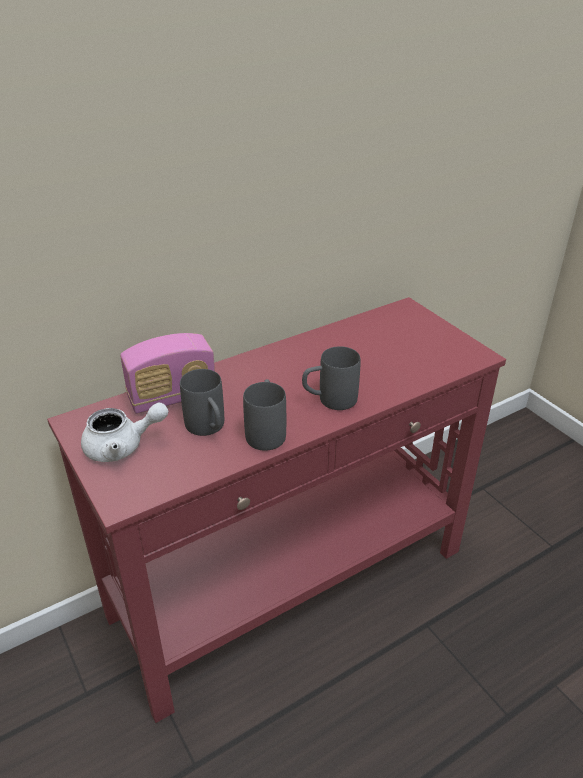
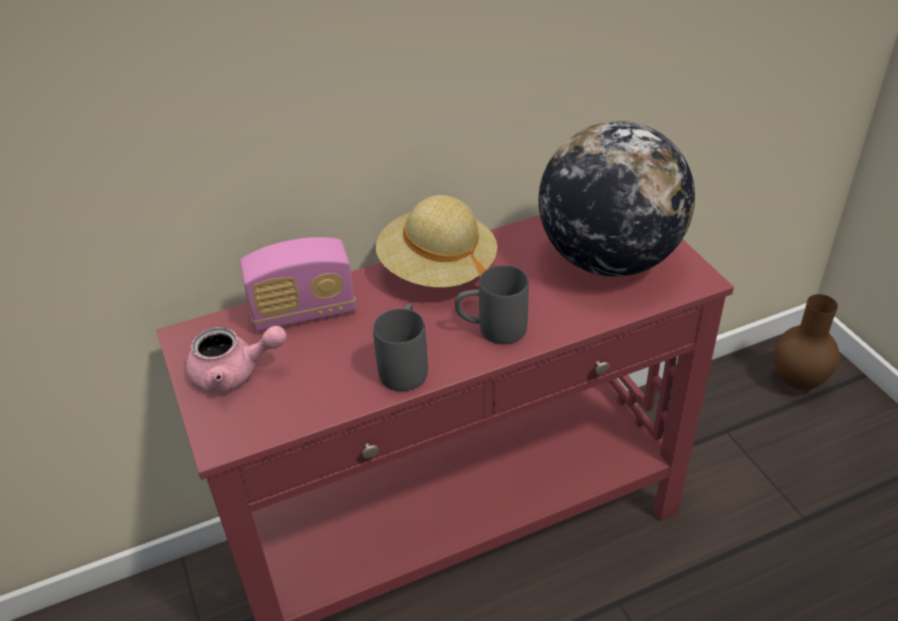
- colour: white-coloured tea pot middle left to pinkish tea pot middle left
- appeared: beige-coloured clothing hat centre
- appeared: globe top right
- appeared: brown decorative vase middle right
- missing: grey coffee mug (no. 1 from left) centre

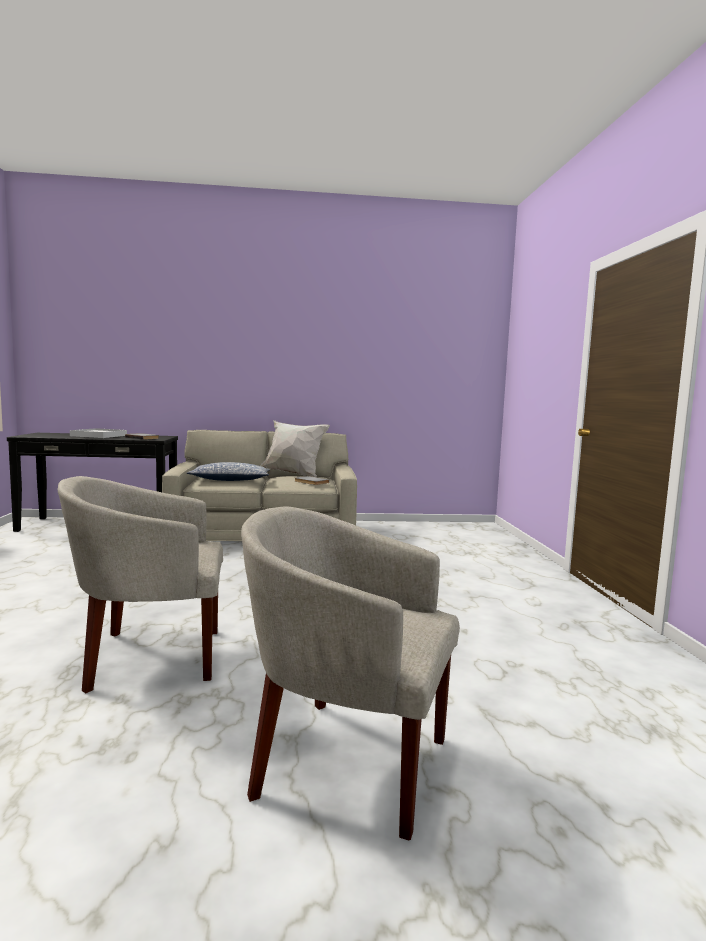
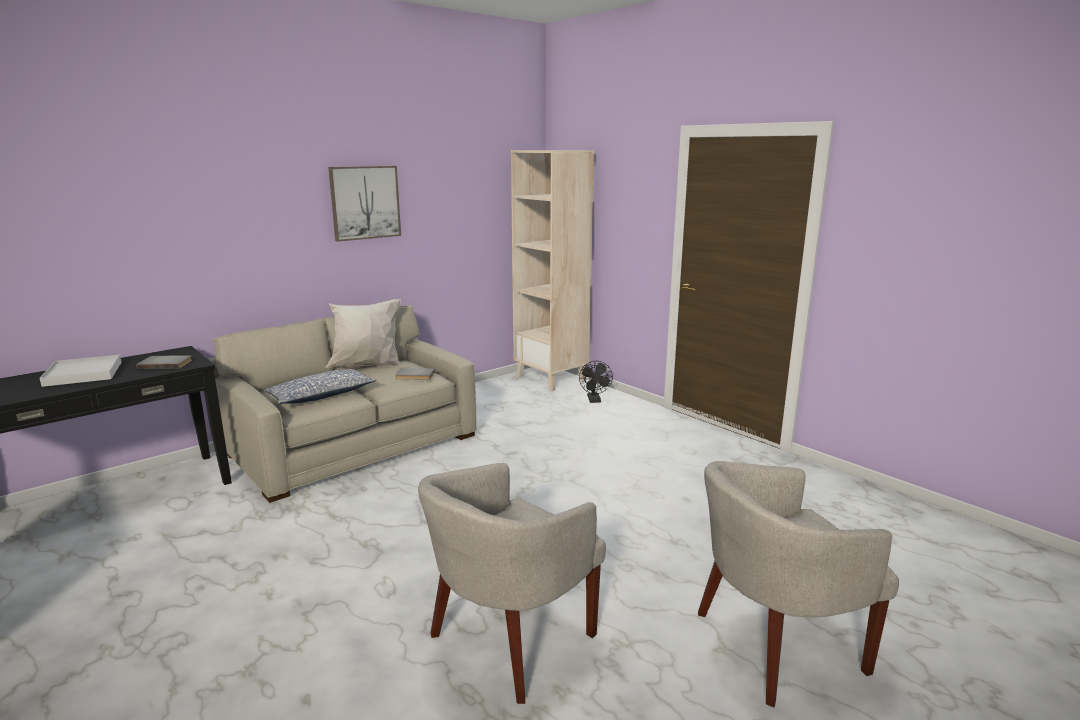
- appeared: picture top centre
- appeared: beige-coloured bookcase centre
- appeared: black cooling fan centre

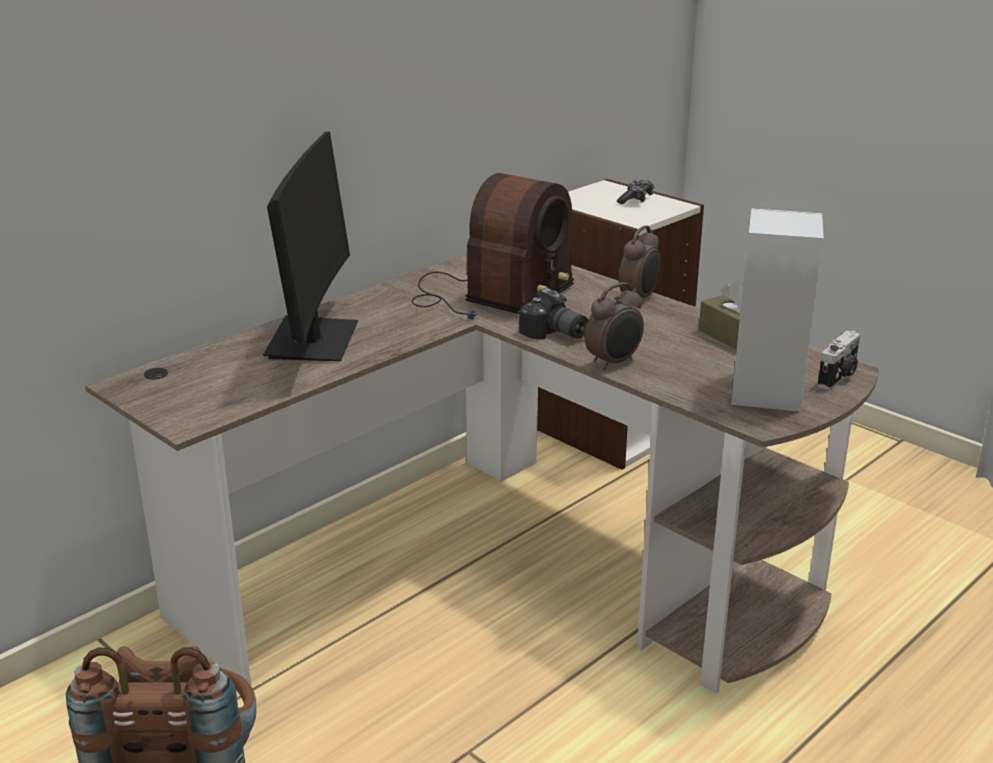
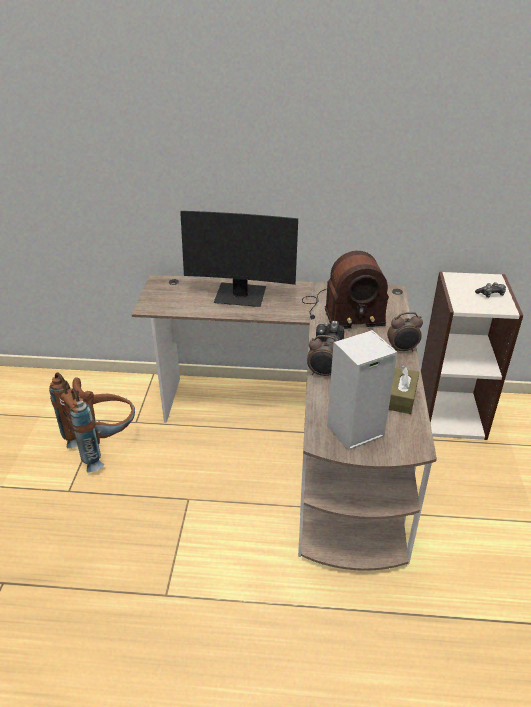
- spun: computer display top left = centre 45 degrees clockwise
- missing: photo camera (no. 2 from left) middle right

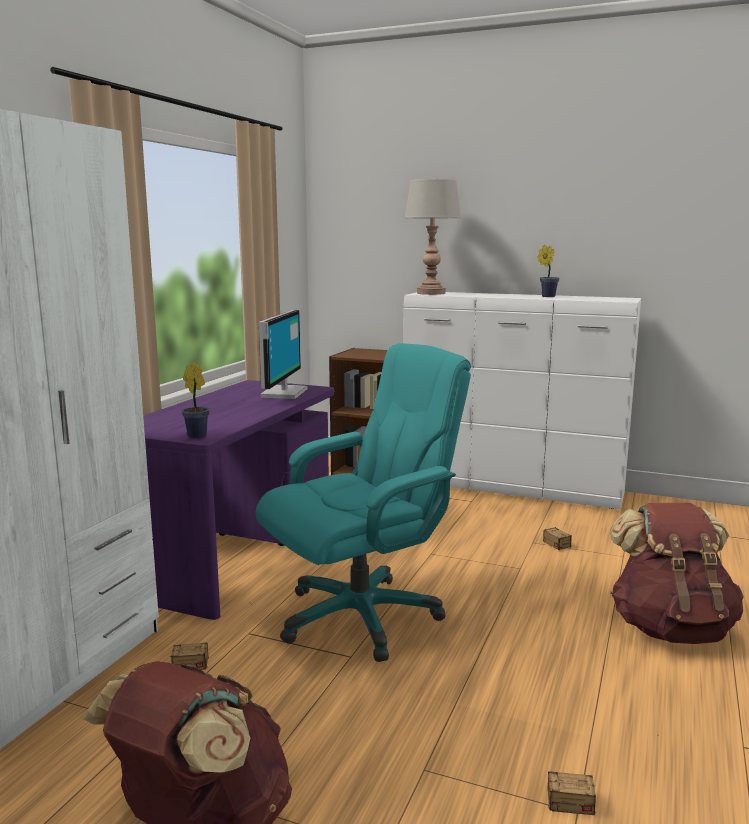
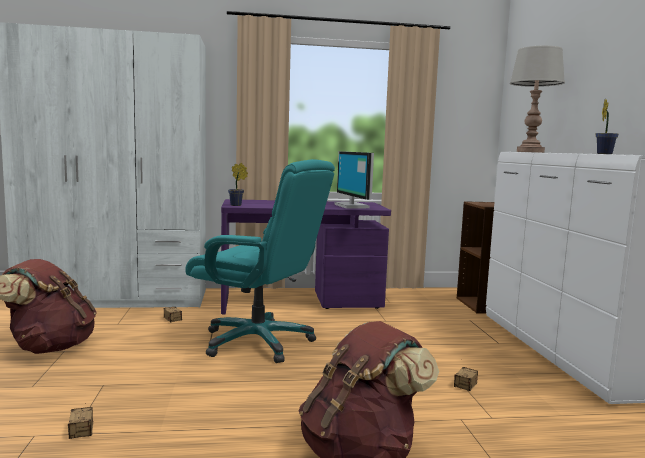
- spun: computer display centre = centre 90 degrees clockwise

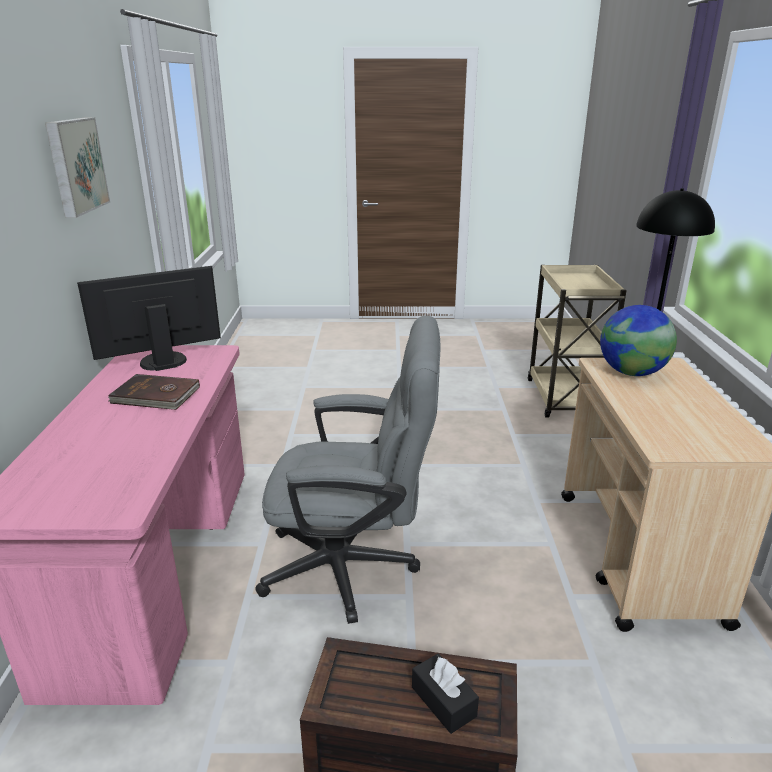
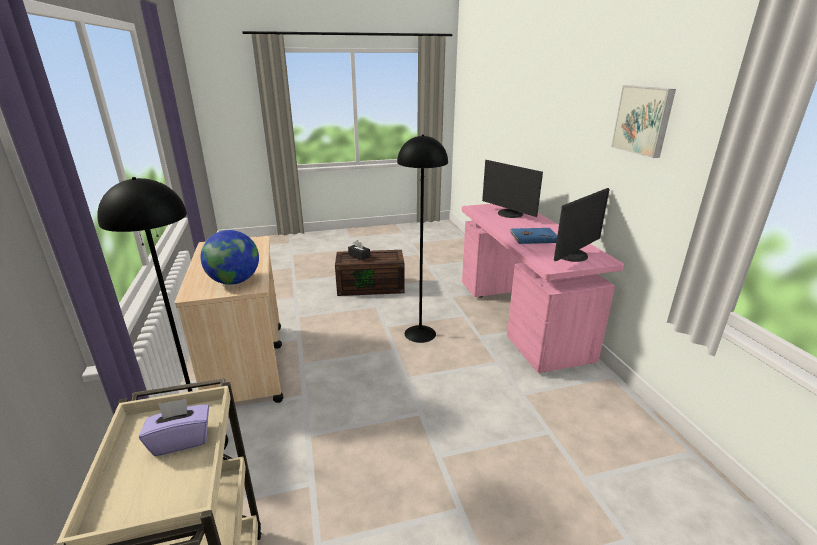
- appeared: purple tissue box bottom left
- exchanged: grey office chair centre to black standard lamp (no. 2 from left) centre
- appeared: computer display (no. 1 from left) centre
- colour: brown volume middle left to bluish volume centre

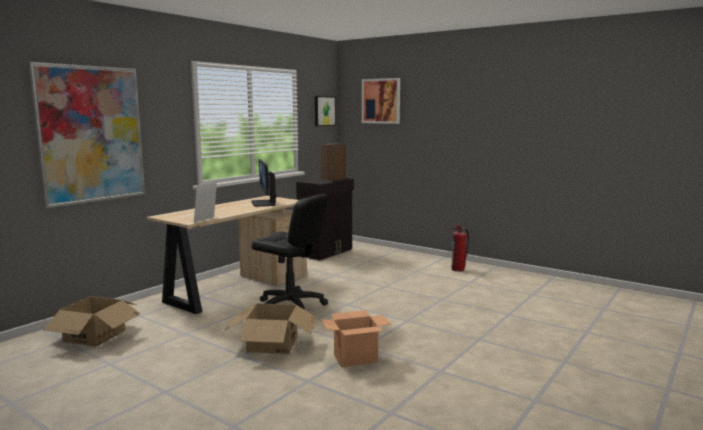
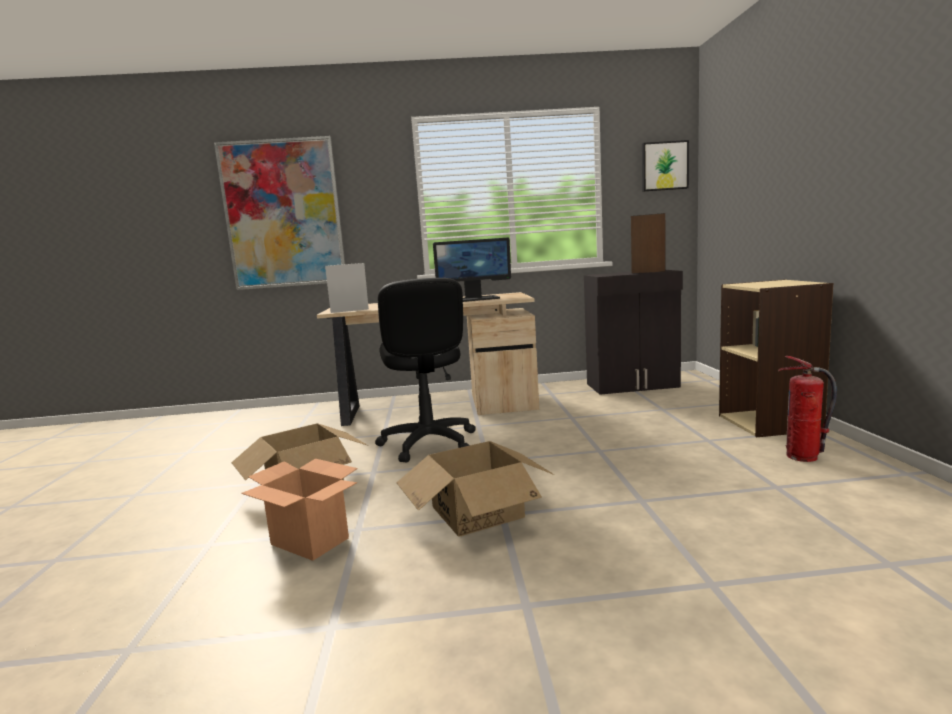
- relocated: carton (no. 1 from left in the first image) bottom left to carton (no. 3 from left) bottom centre
- spun: computer display centre = centre 135 degrees counterclockwise
- appeared: beige-coloured bookcase middle right
- missing: picture (no. 3 from left) top centre

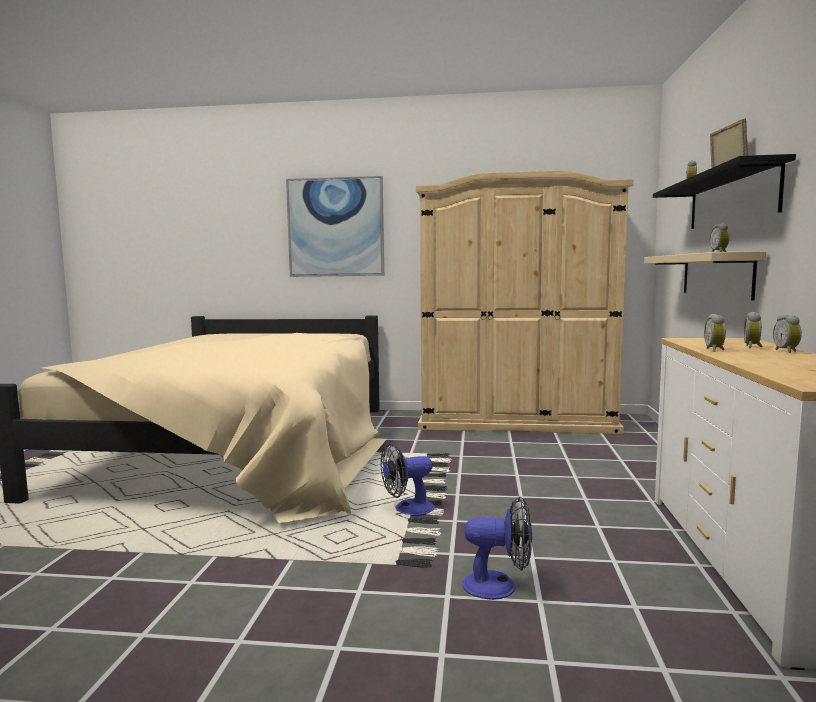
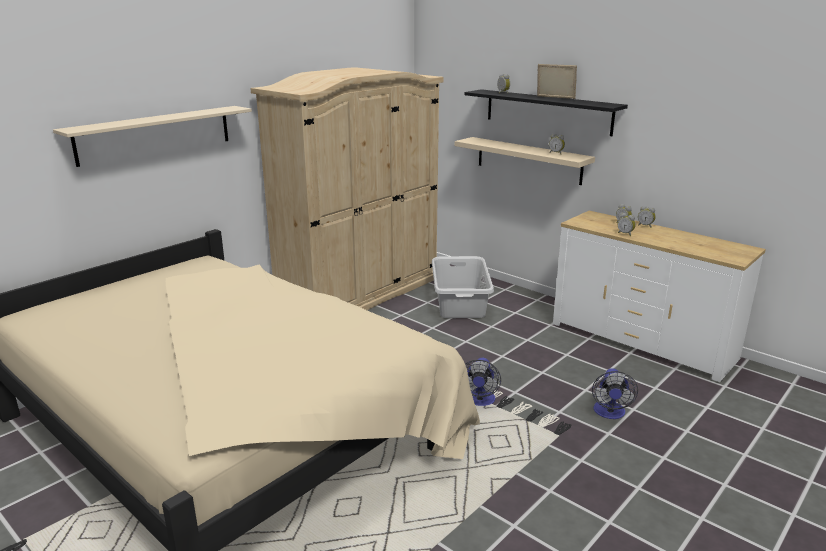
- exchanged: picture top centre to beige-coloured bracket shelf (no. 1 from left) top left
- appeared: grey washing basket centre
- spun: cooling fan (no. 2 from left) bottom centre = bottom right 150 degrees clockwise

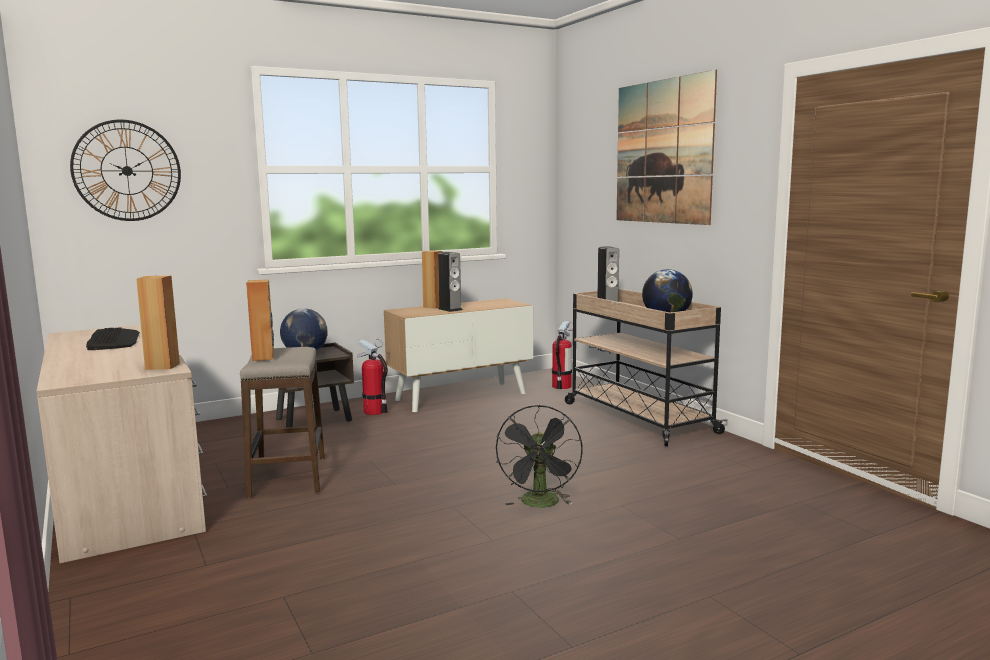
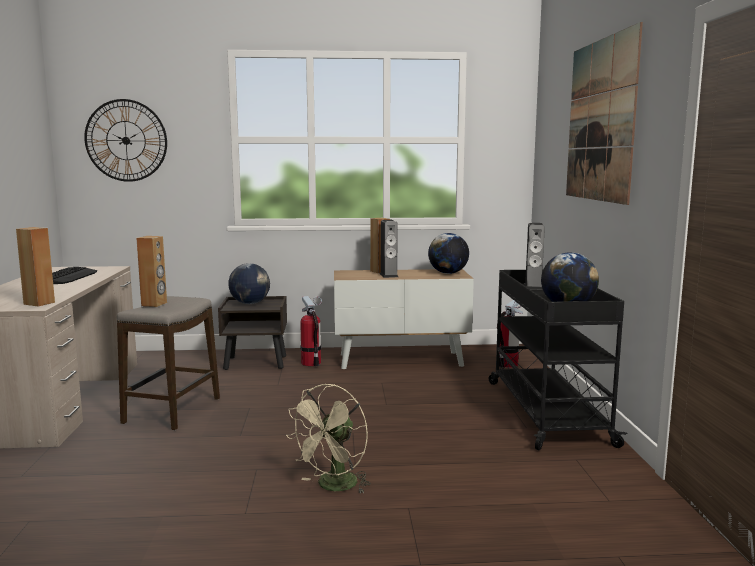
- colour: black cooling fan bottom centre to beige-coloured cooling fan bottom centre
- appeared: globe (no. 2 from left) centre
- colour: beige-coloured cart centre to black cart middle right

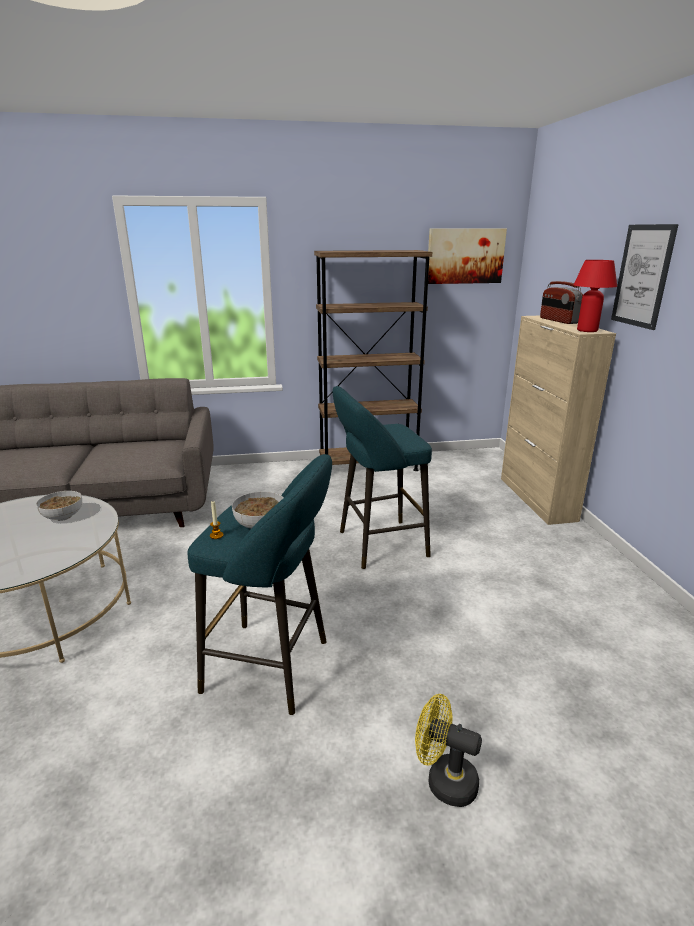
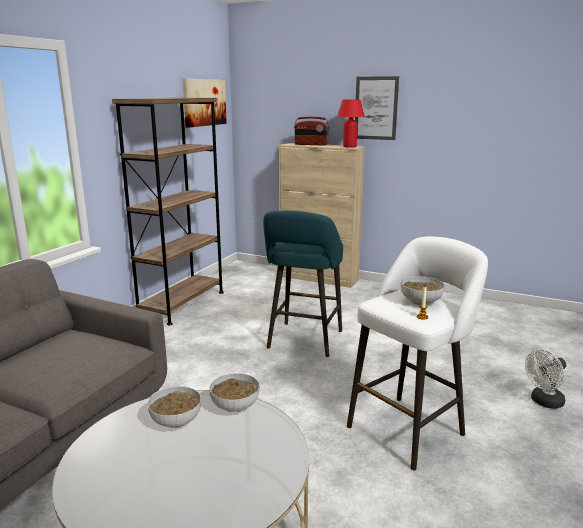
- appeared: serving bowl (no. 2 from left) bottom centre
- colour: blue-green stool seat (no. 1 from left) centre to white-coloured stool seat bottom right
- colour: yellowish cooling fan bottom centre to white-coloured cooling fan bottom right

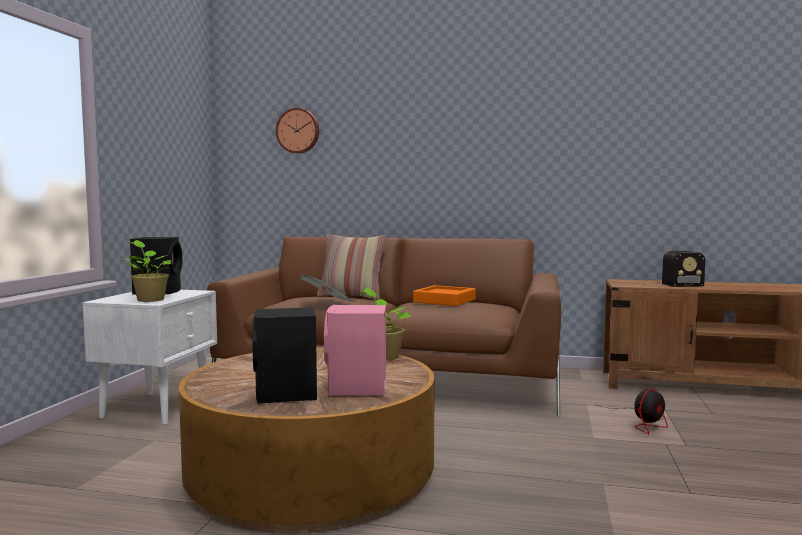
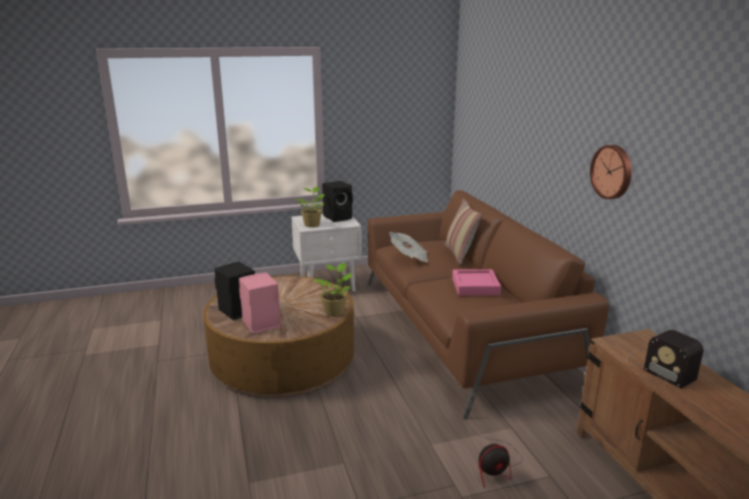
- colour: orange carrying tray centre to pinkish carrying tray centre
- spun: cooling fan bottom right = bottom centre 45 degrees counterclockwise
- relocated: hanging clock top centre to middle right

